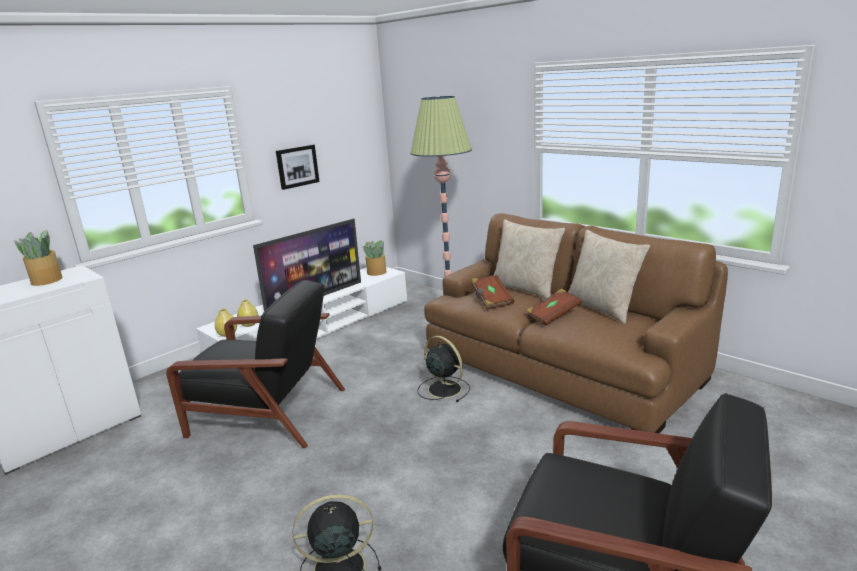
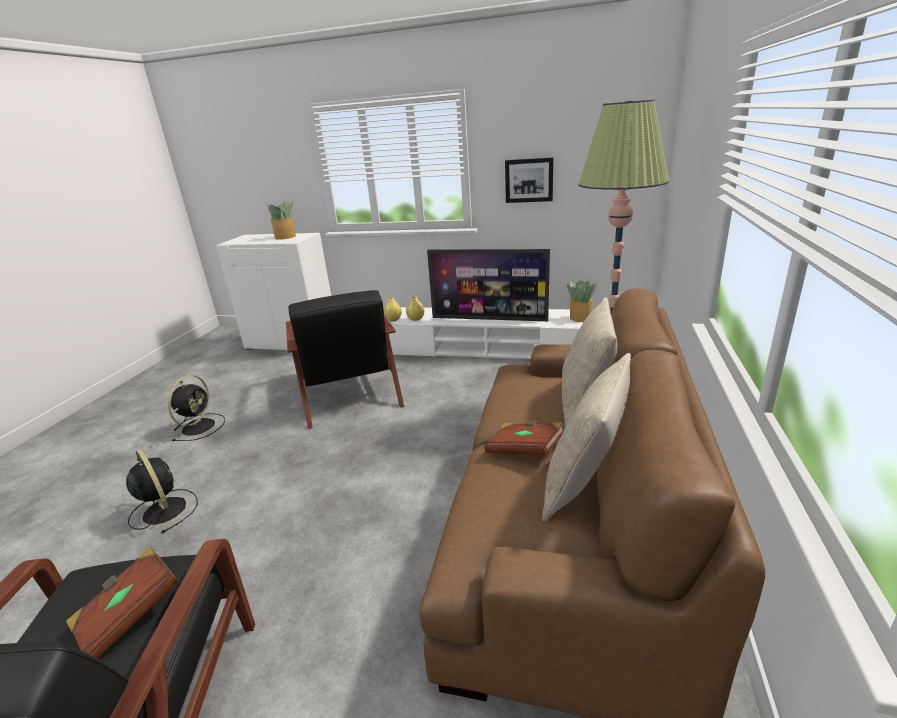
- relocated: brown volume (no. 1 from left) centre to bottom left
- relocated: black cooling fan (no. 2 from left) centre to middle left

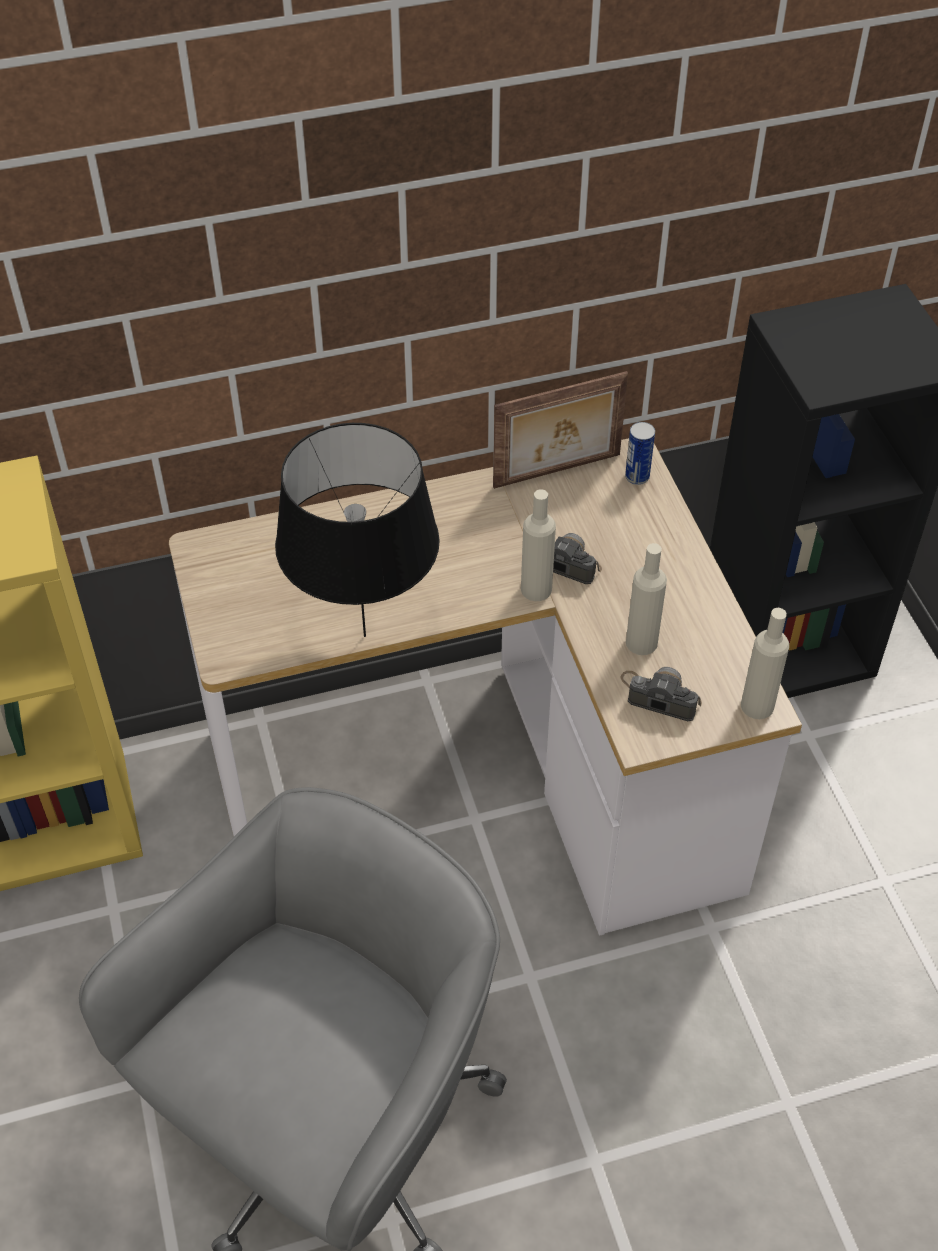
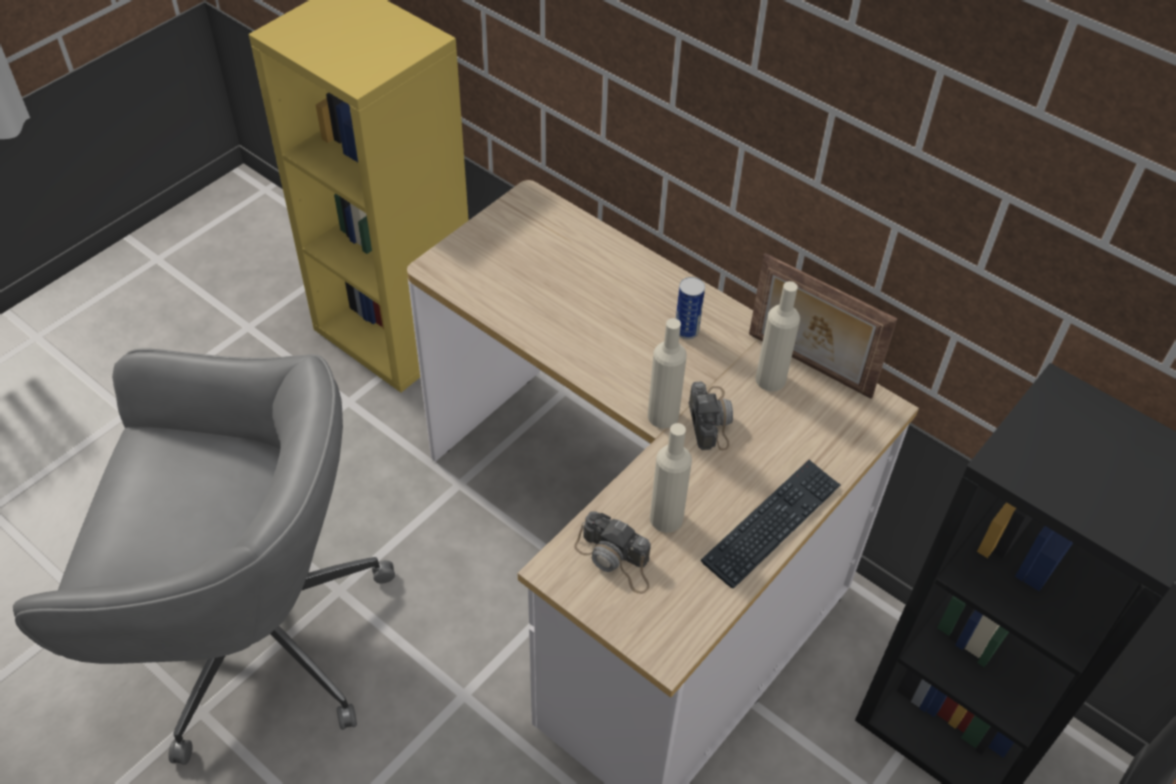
- spun: photo camera (no. 2 from left in the first image) middle right = bottom centre 135 degrees clockwise
- relocated: can middle right to centre
- appeared: keyboard bottom centre
- relocated: beige-coloured drink bottle (no. 3 from left) middle right to centre
- missing: black lamp for a table centre

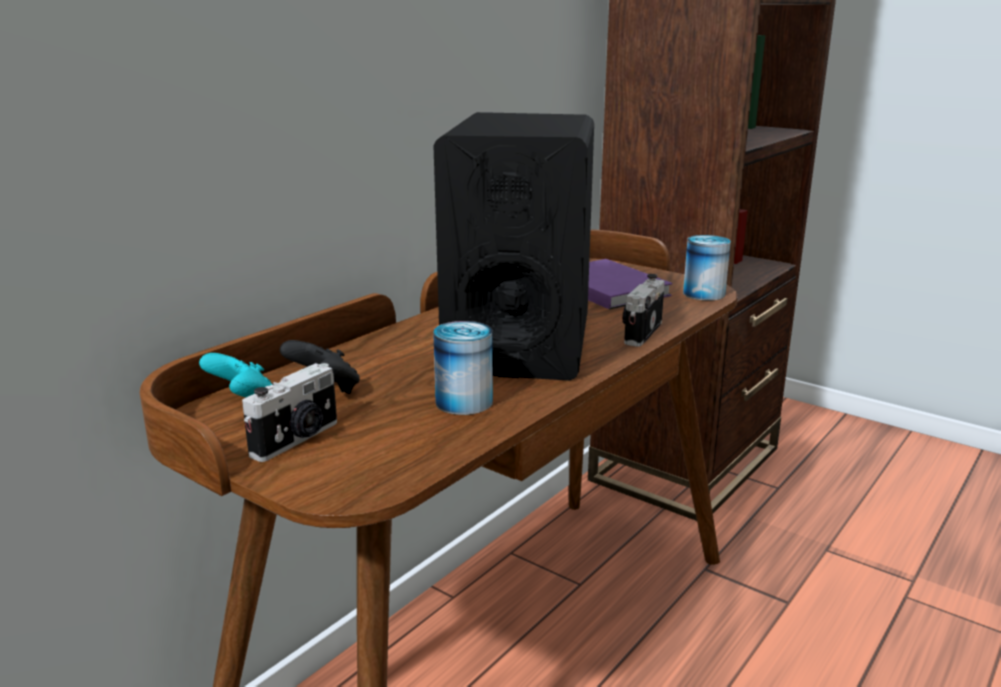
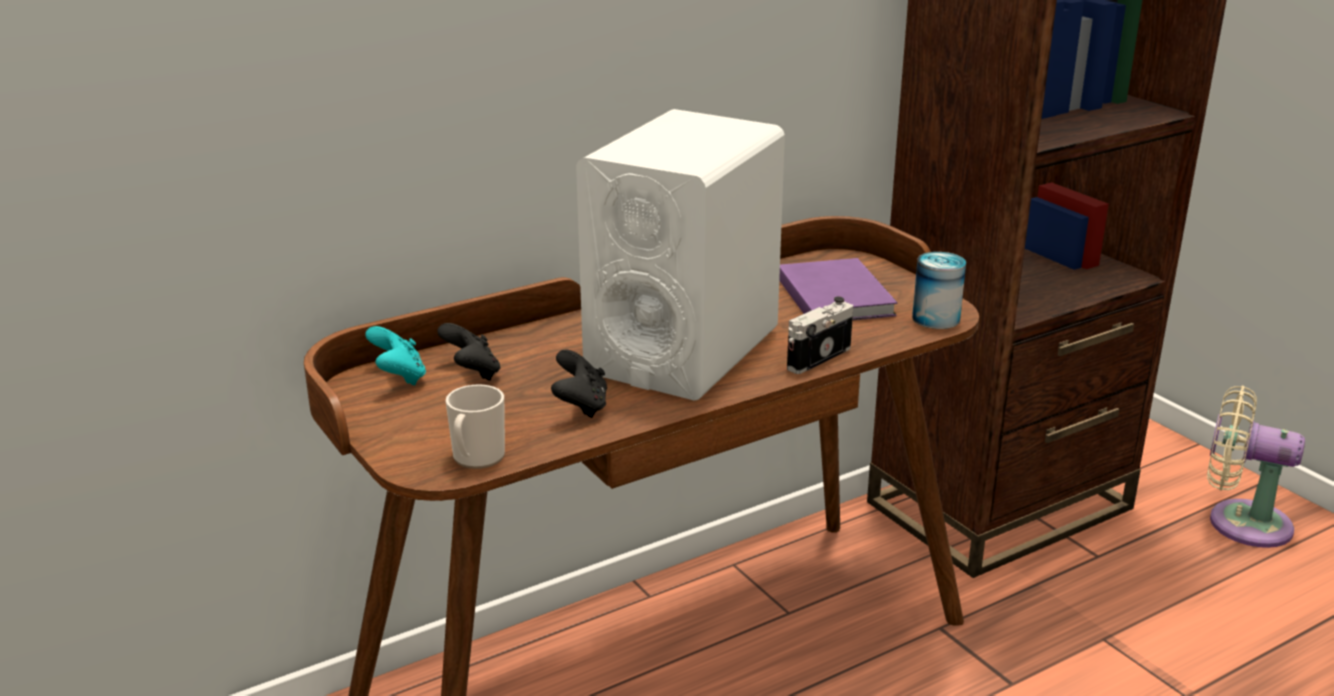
- appeared: coffee mug centre
- exchanged: can (no. 1 from left) centre to black game controller (no. 2 from left) centre
- colour: black loudspeaker centre to white-coloured loudspeaker centre
- appeared: beige-coloured cooling fan bottom right
- missing: photo camera (no. 1 from left) middle left

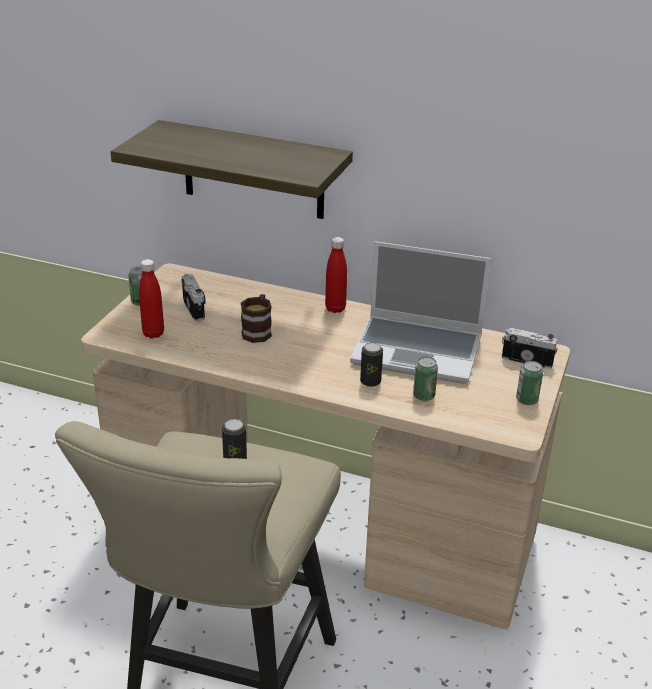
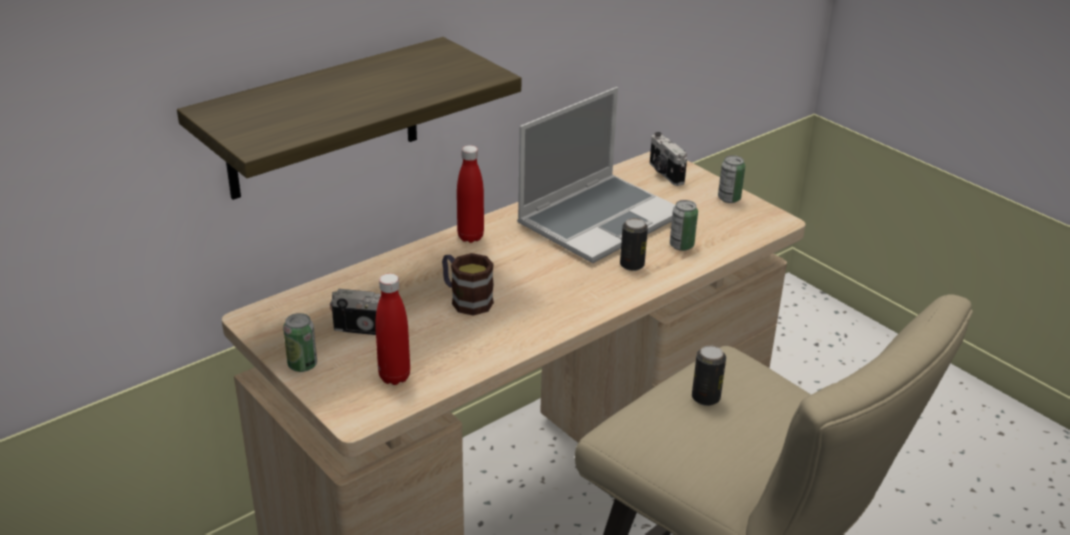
- spun: photo camera (no. 2 from left) middle right = top centre 75 degrees counterclockwise

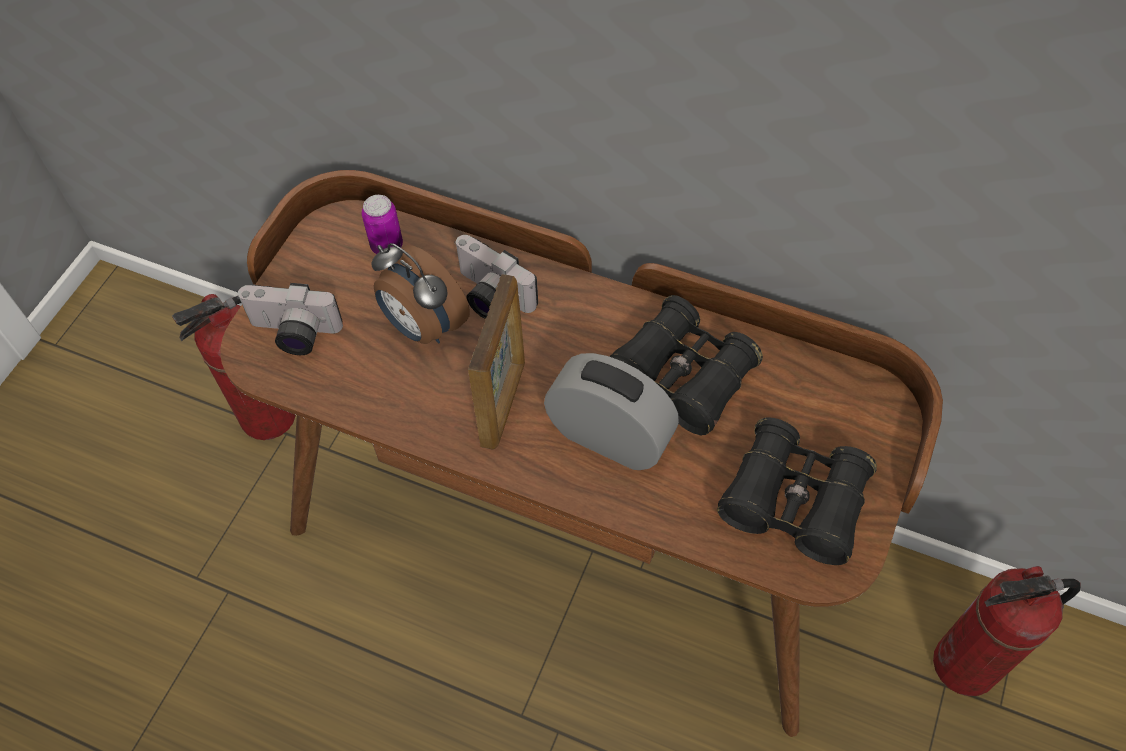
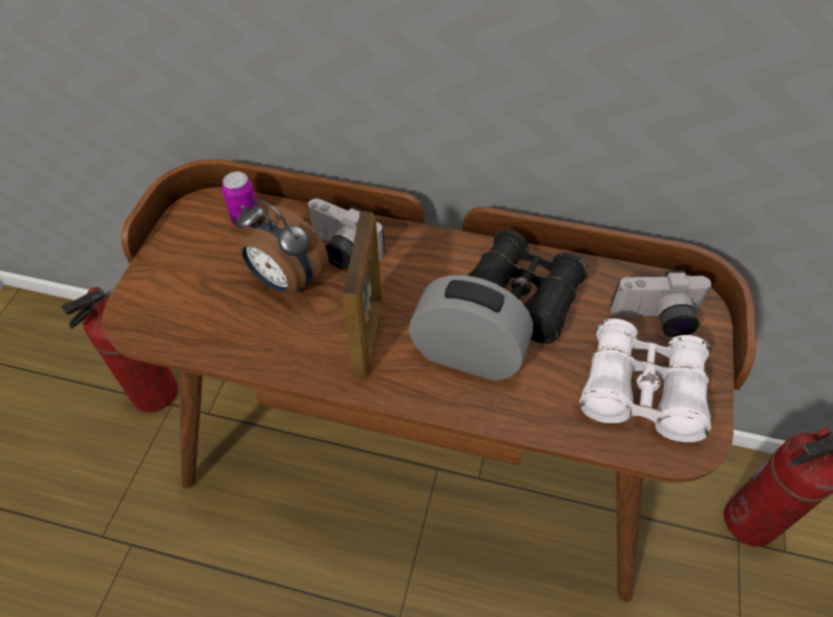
- colour: black pair of binoculars (no. 2 from left) middle right to white-coloured pair of binoculars middle right
- relocated: photo camera (no. 1 from left in the first image) middle left to photo camera (no. 2 from left) middle right

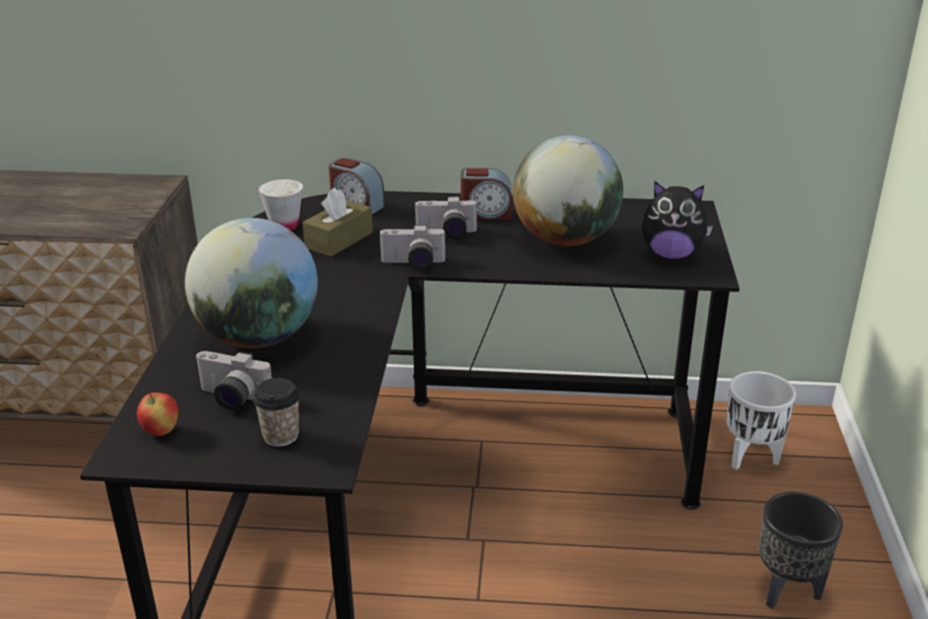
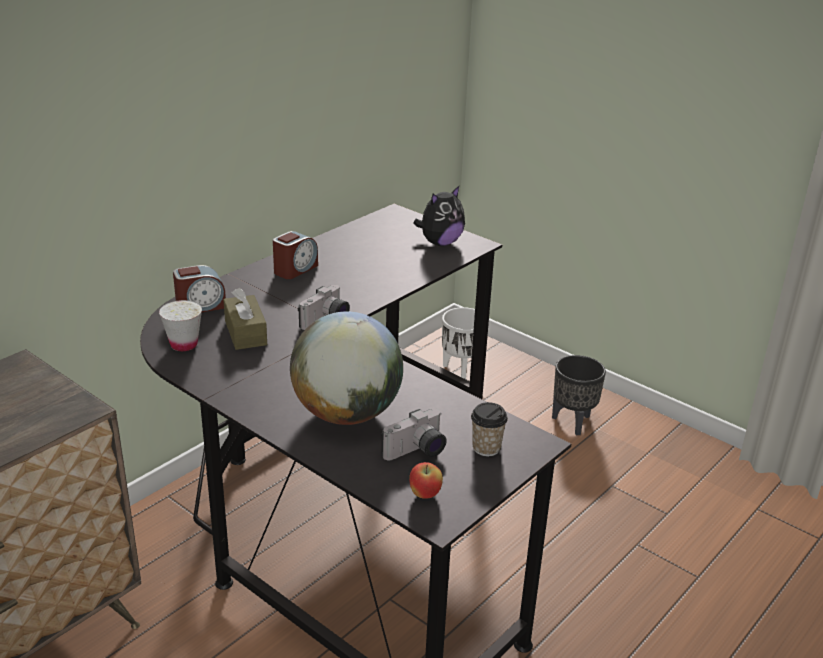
- missing: photo camera (no. 3 from left) centre
- missing: globe (no. 2 from left) top centre

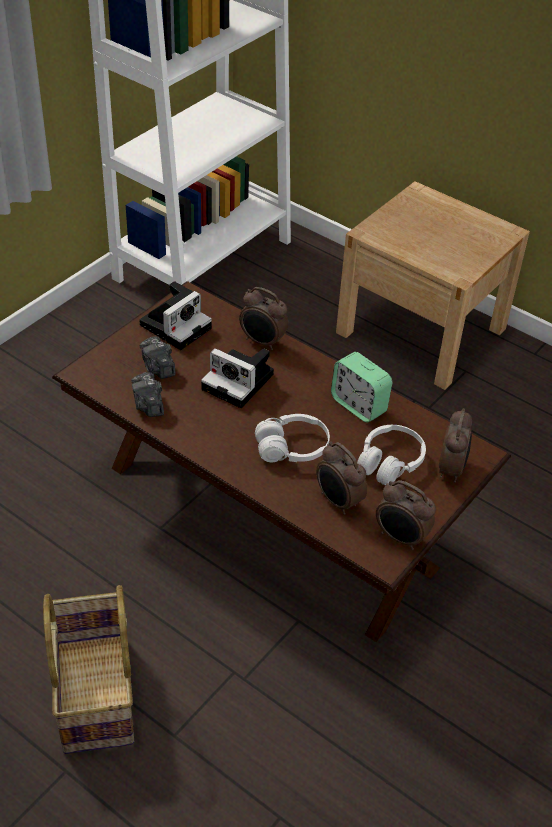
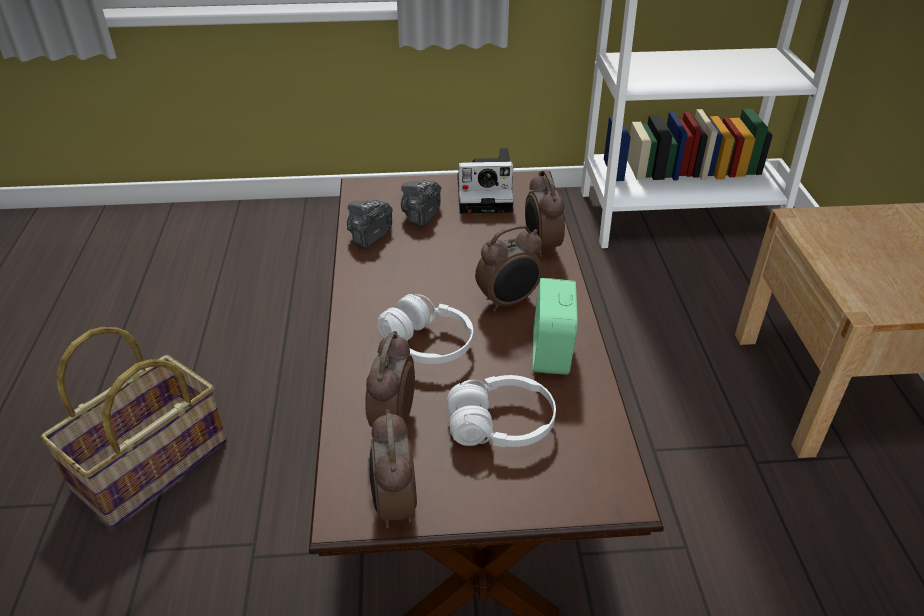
- relocated: bedside clock (no. 5 from left in the first image) middle right to bedside clock (no. 3 from left) centre
- missing: photo camera (no. 4 from left) centre

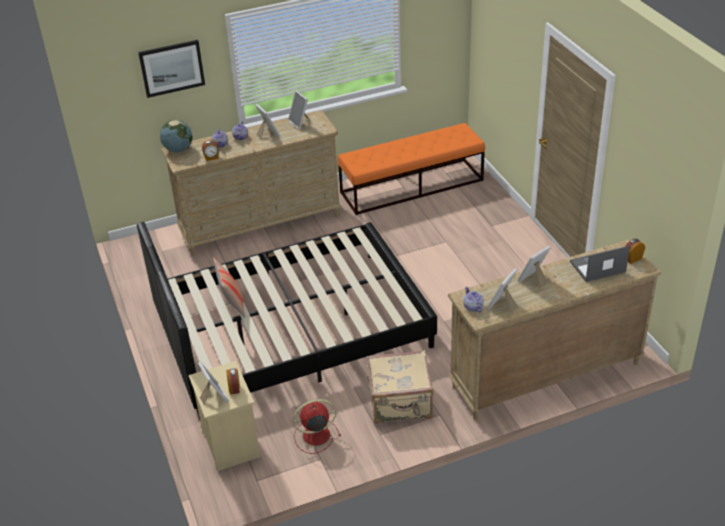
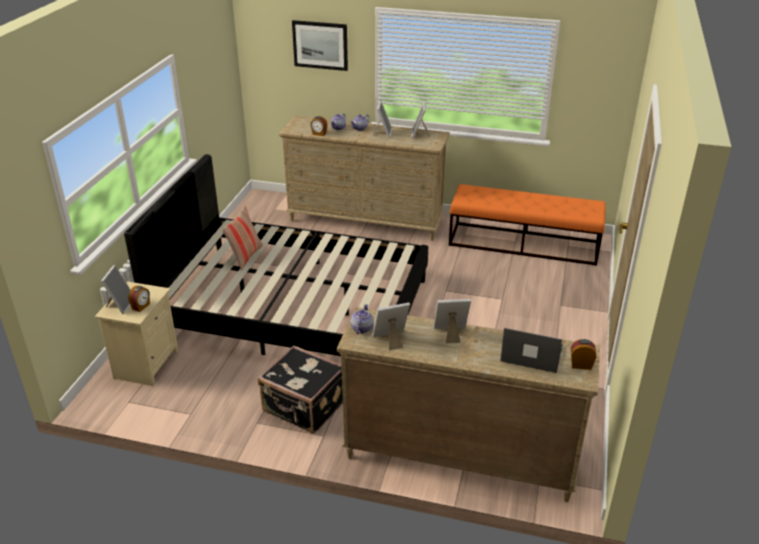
- colour: beige-coloured suitcase bottom centre to black suitcase bottom centre
- missing: globe top left
- missing: red-coloured cooling fan bottom centre

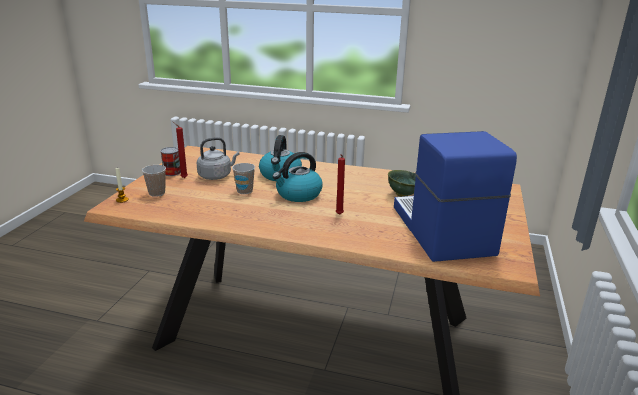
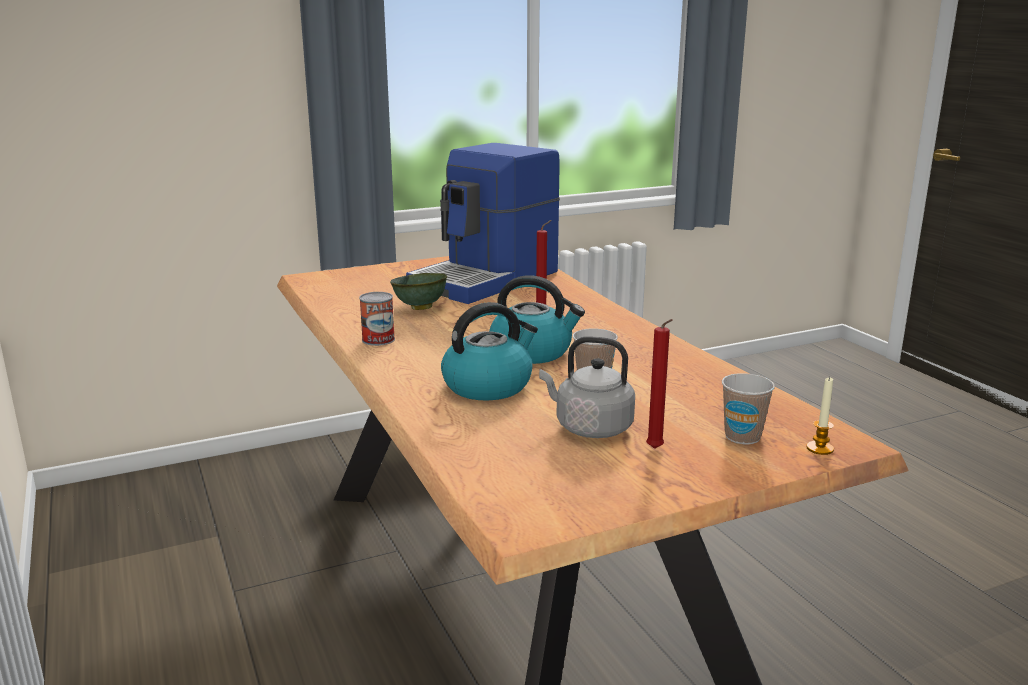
- relocated: can middle left to centre

